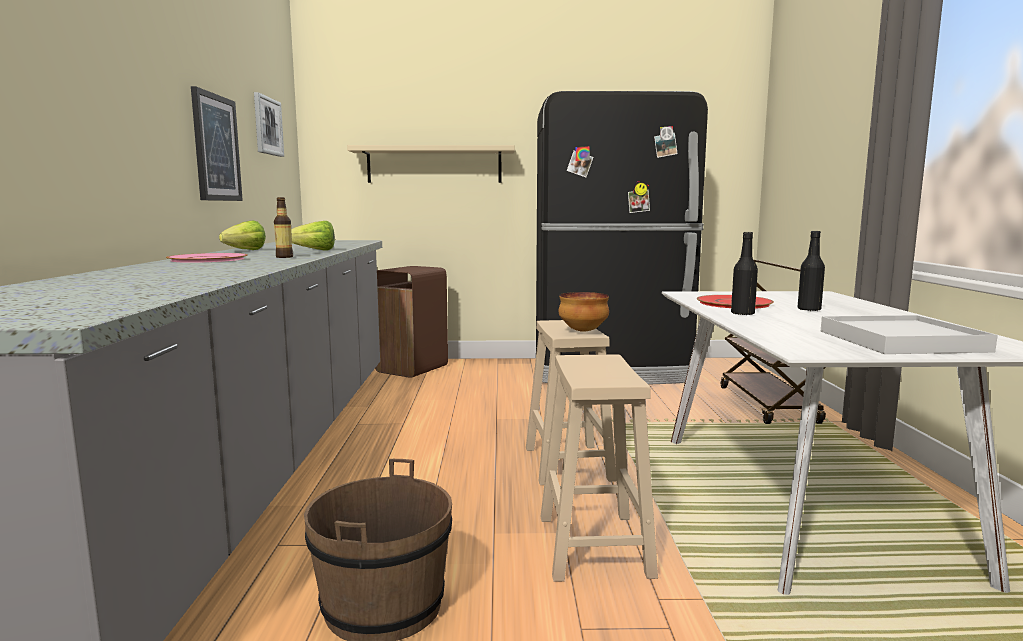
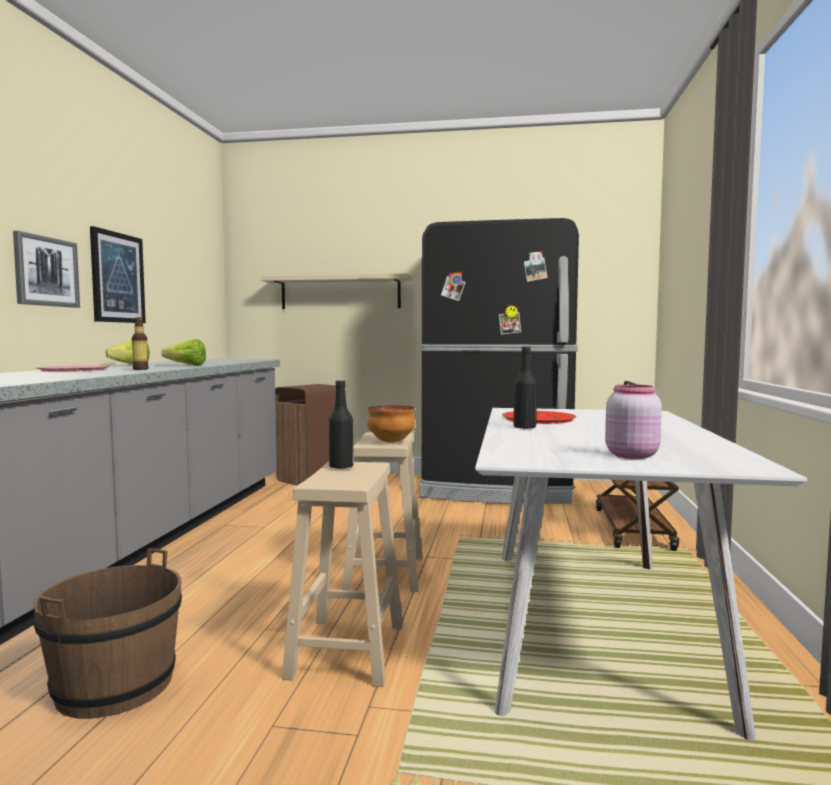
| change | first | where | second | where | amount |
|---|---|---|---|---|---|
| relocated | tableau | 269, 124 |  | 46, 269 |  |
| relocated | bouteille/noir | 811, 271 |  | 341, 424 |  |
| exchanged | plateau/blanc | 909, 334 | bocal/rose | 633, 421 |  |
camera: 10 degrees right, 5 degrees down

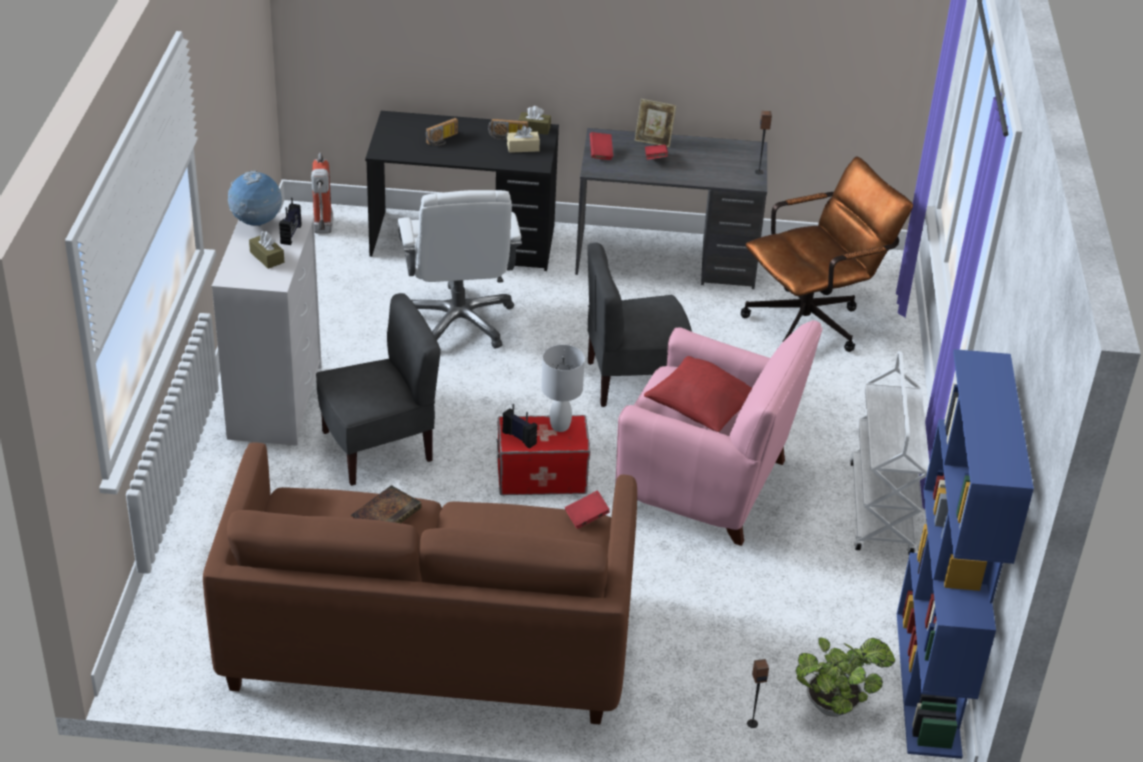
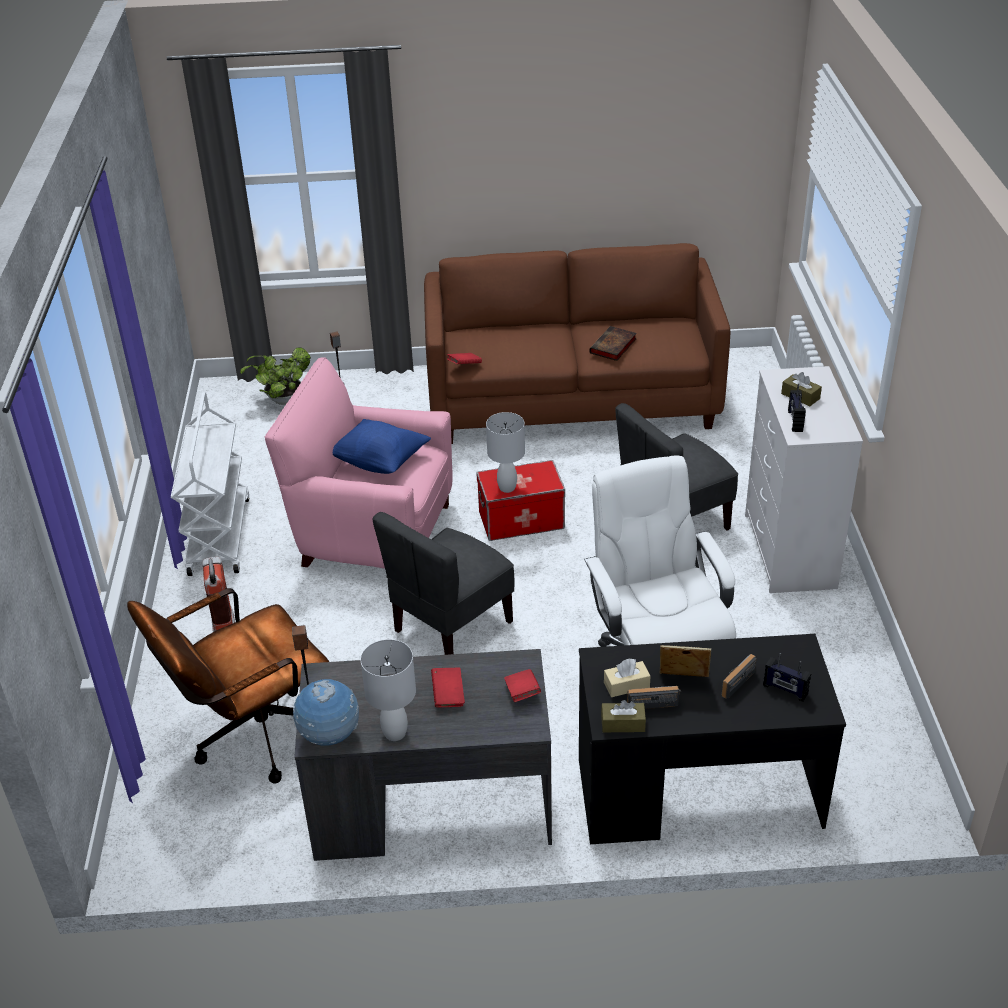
| change | first | where | second | where | amount |
|---|---|---|---|---|---|
| relocated | extincteur | 322, 193 |  | 218, 594 |  |
| relocated | globe | 255, 198 |  | 326, 712 |  |
| colour | coussin/rouge | 698, 394 | coussin/bleu | 382, 446 |  |
| appeared |  |  | lampe de table/blanc | 388, 690 |  |
| spun | chaise/gris | 639, 325 |  | 443, 583 | 150 degrees clockwise |
| relocated | cadre photo | 655, 123 |  | 685, 661 |  |
| relocated | radio | 519, 426 |  | 787, 677 |  |
| missing | bibliothèque/bleu | 965, 554 |  |  |  |
camera: 175 degrees right, 0 degrees up

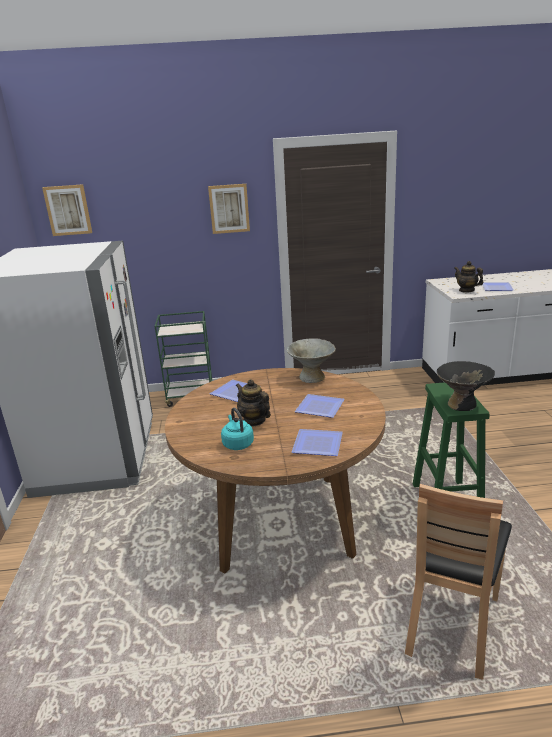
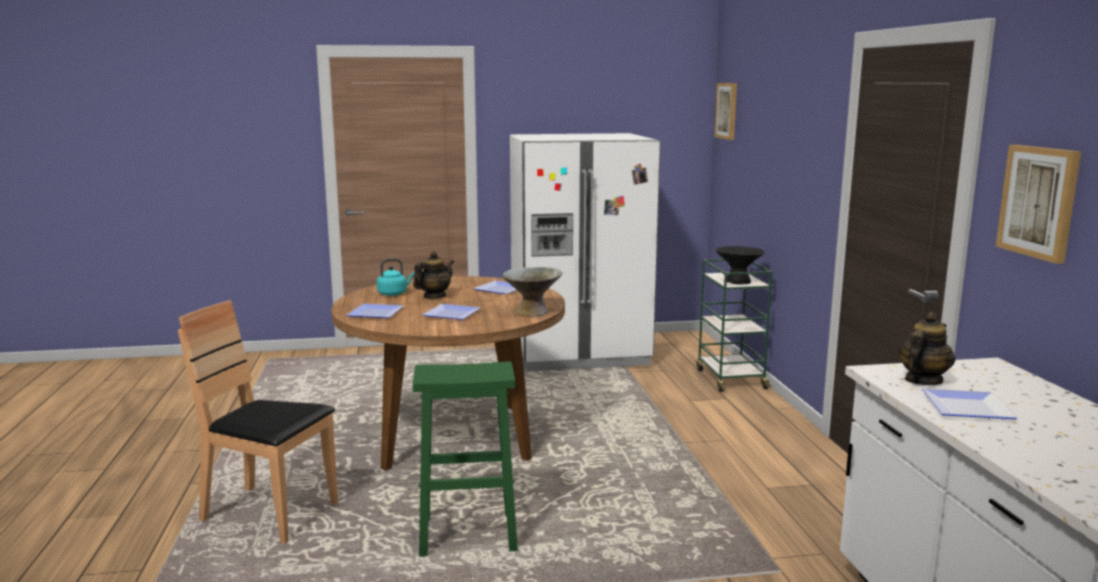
| change | first | where | second | where | amount |
|---|---|---|---|---|---|
| relocated | bol/noir | 466, 386 |  | 740, 265 |  |
| relocated | tableau | 229, 209 |  | 1038, 204 |  |
camera: 85 degrees right, 10 degrees down

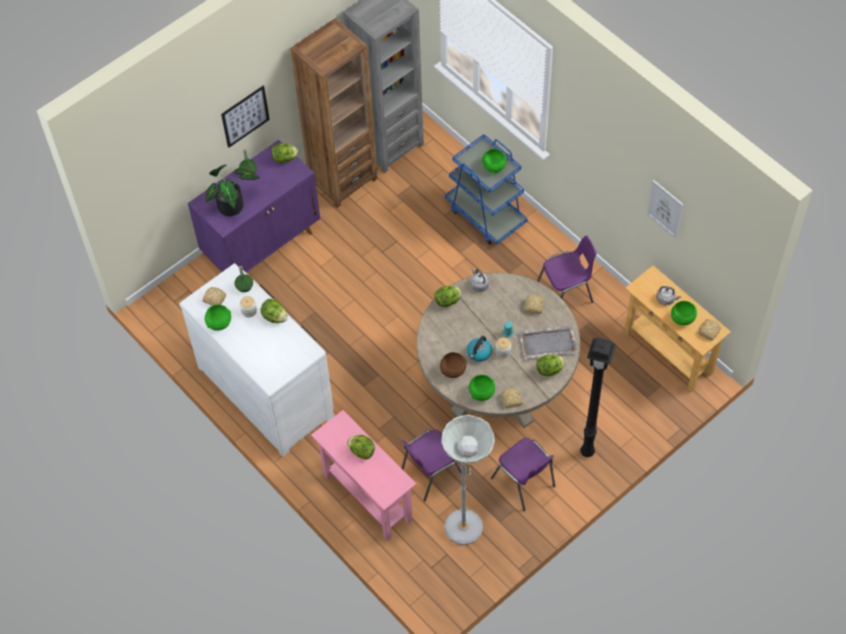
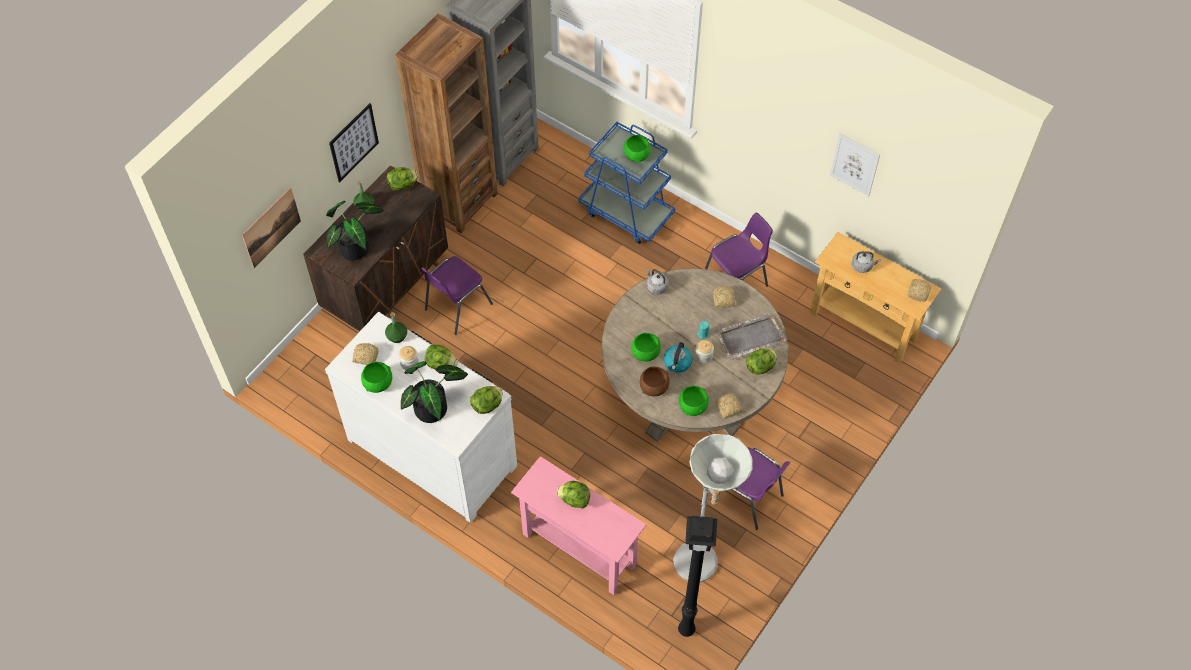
| change | first | where | second | where | amount |
|---|---|---|---|---|---|
| appeared |  |  | tableau | 271, 227 |  |
| colour | meuble de rangement/violet | 254, 206 | meuble de rangement/marron | 375, 248 |  |
| appeared |  |  | plante en pot | 434, 392 |  |
| relocated | chaise/violet | 431, 465 |  | 457, 295 |  |
| relocated | laitue | 447, 296 |  | 486, 400 |  |
| relocated | bol/vert | 684, 313 |  | 646, 347 |  |
| relocated | lampadaire/noir | 598, 397 |  | 697, 576 |  |
camera: 15 degrees left, 0 degrees up

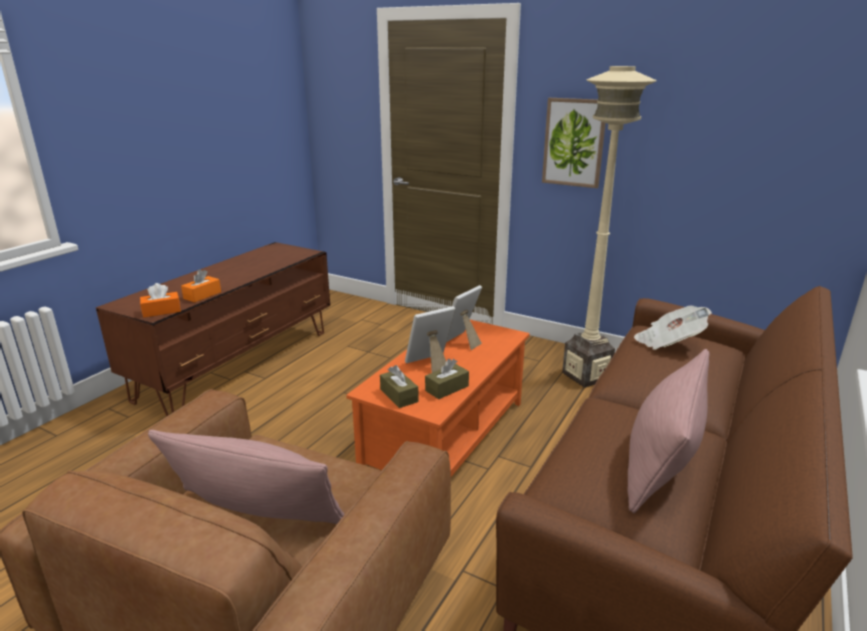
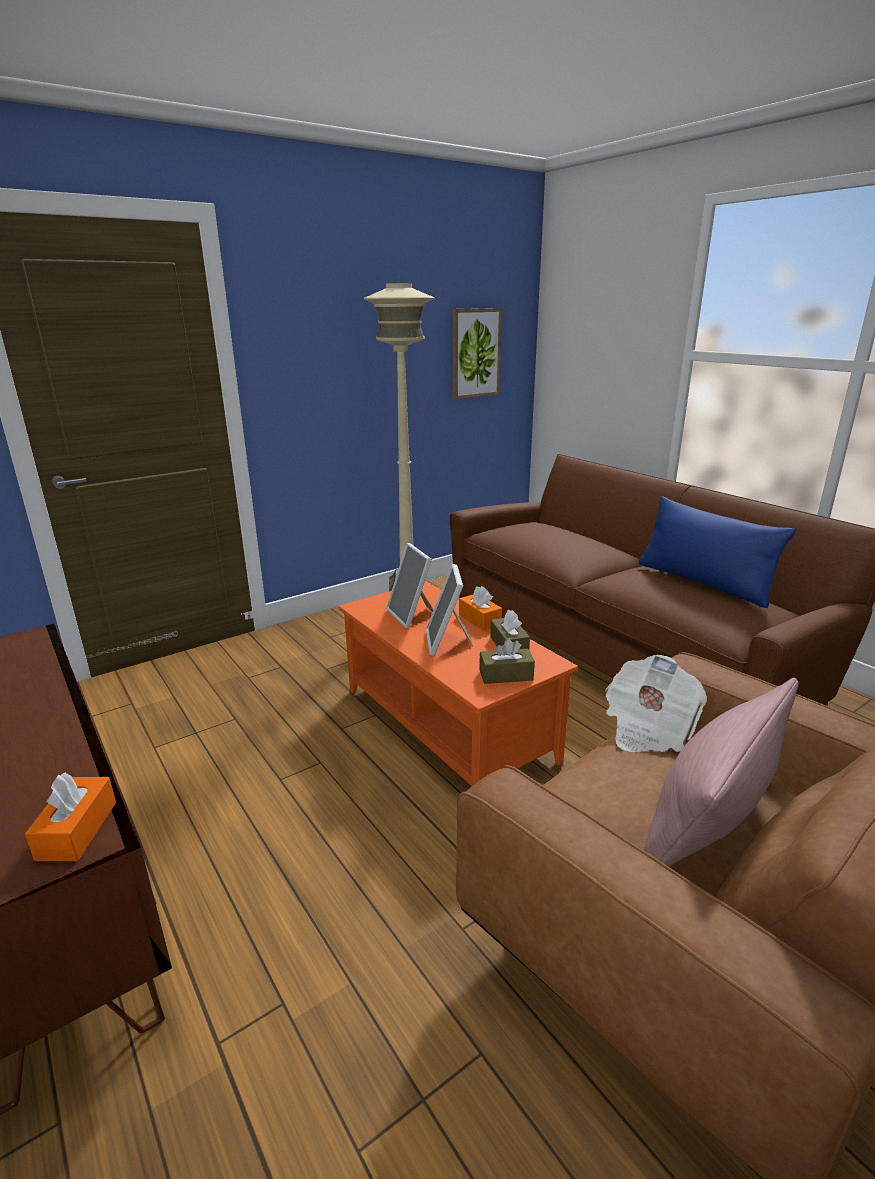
| change | first | where | second | where | amount |
|---|---|---|---|---|---|
| relocated | tableau | 574, 143 |  | 477, 353 |  |
| relocated | boîte à mouchoirs/orange | 201, 285 |  | 480, 608 |  |
| relocated | journal | 673, 327 |  | 656, 703 |  |
| colour | coussin/rose | 668, 431 | coussin/bleu | 717, 552 |  |
camera: 65 degrees left, 0 degrees up

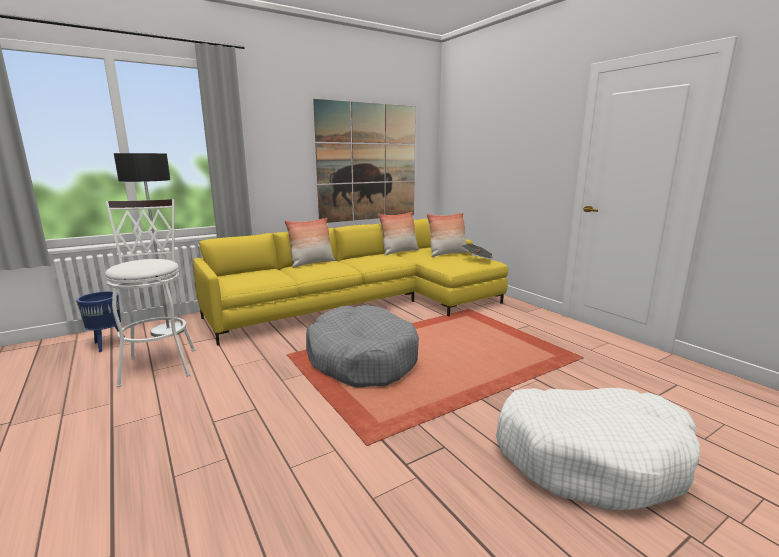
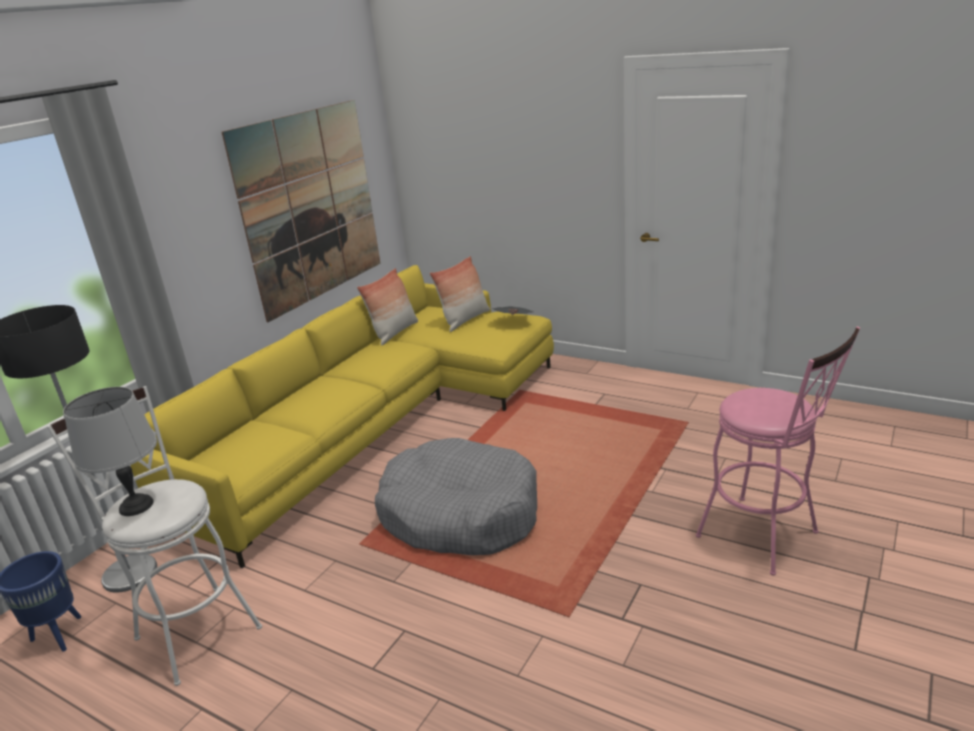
| change | first | where | second | where | amount |
|---|---|---|---|---|---|
| appeared |  |  | lampe de table/gris | 110, 451 |  |
| exchanged | panier pour chien/blanc | 598, 449 | tabouret/rose | 778, 450 |  |
| missing | coussin | 310, 243 |  |  |  |
camera: 25 degrees left, 10 degrees up

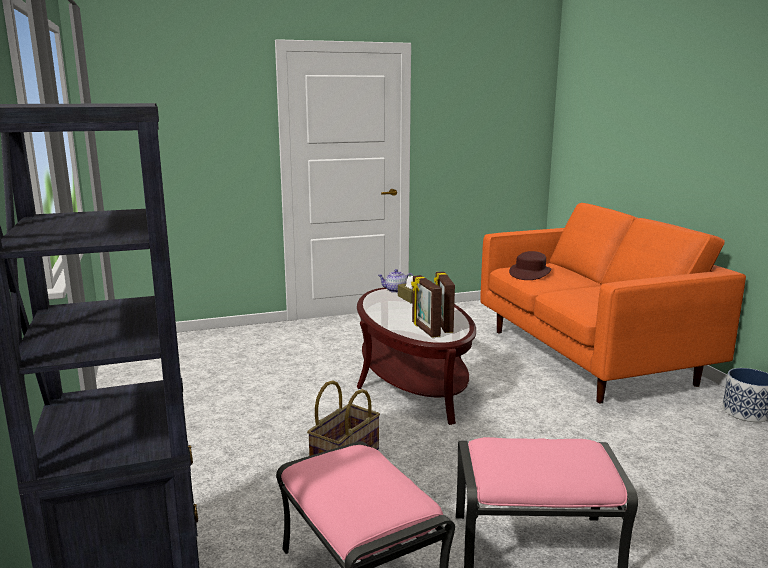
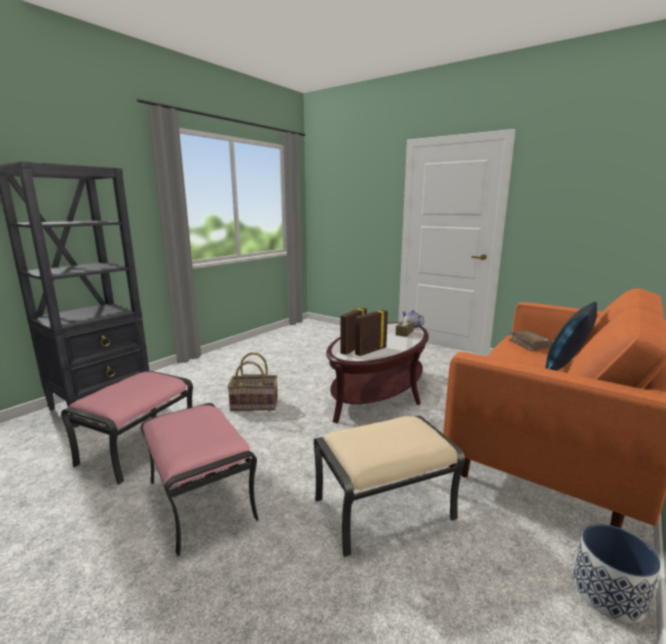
| change | first | where | second | where | amount |
|---|---|---|---|---|---|
| appeared |  |  | pouf/beige | 389, 486 |  |
| exchanged | chapeau/marron | 530, 265 | livre/marron | 530, 341 |  |
| appeared |  |  | coussin/bleu | 571, 336 |  |
camera: 55 degrees right, 0 degrees up

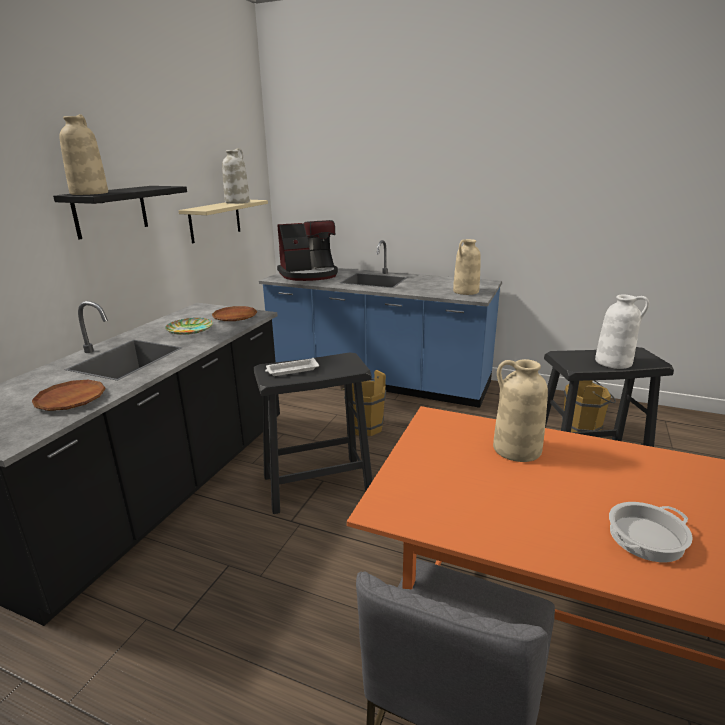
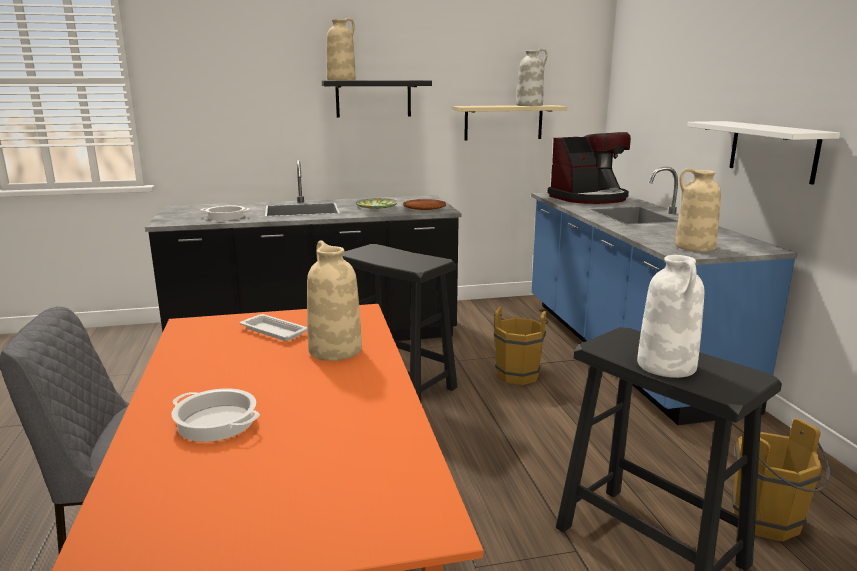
| change | first | where | second | where | amount |
|---|---|---|---|---|---|
| exchanged | assiette/marron | 69, 395 | marmite | 225, 213 |  |
| relocated | plateau/blanc | 292, 367 |  | 274, 327 |  |
| spun | machine à café | 307, 250 |  | 589, 168 | 60 degrees counterclockwise |
| appeared |  |  | étagère/blanc | 763, 153 |  |
camera: 55 degrees right, 5 degrees down

